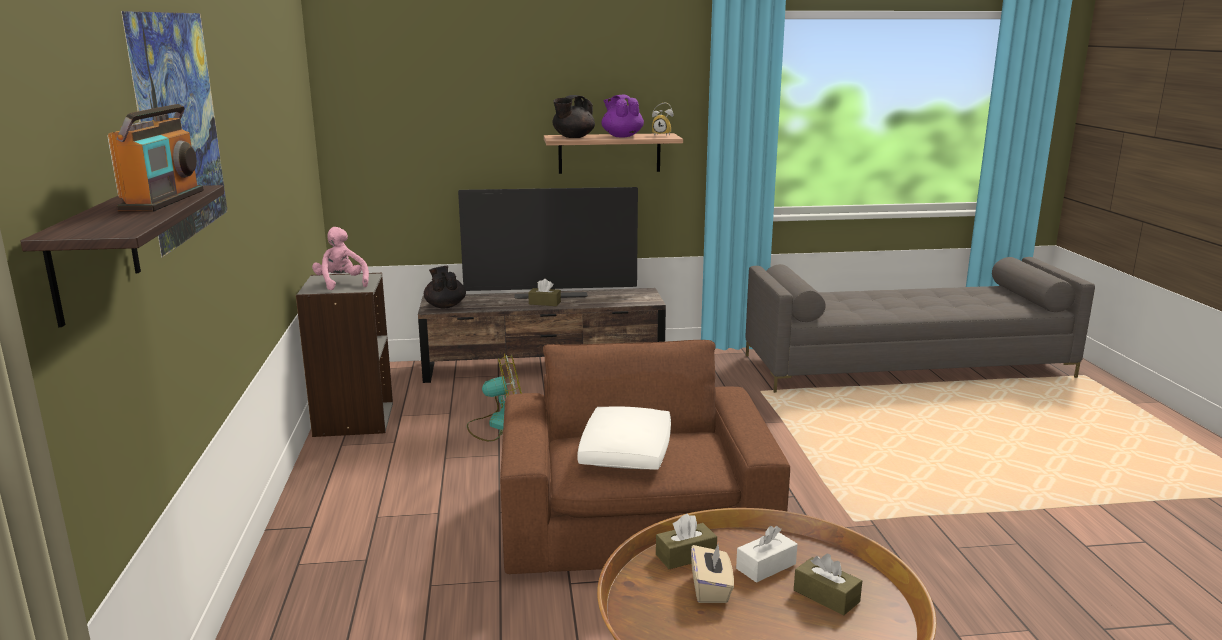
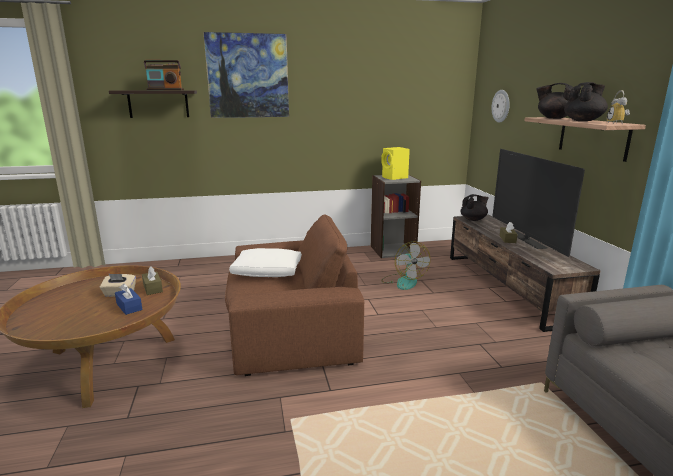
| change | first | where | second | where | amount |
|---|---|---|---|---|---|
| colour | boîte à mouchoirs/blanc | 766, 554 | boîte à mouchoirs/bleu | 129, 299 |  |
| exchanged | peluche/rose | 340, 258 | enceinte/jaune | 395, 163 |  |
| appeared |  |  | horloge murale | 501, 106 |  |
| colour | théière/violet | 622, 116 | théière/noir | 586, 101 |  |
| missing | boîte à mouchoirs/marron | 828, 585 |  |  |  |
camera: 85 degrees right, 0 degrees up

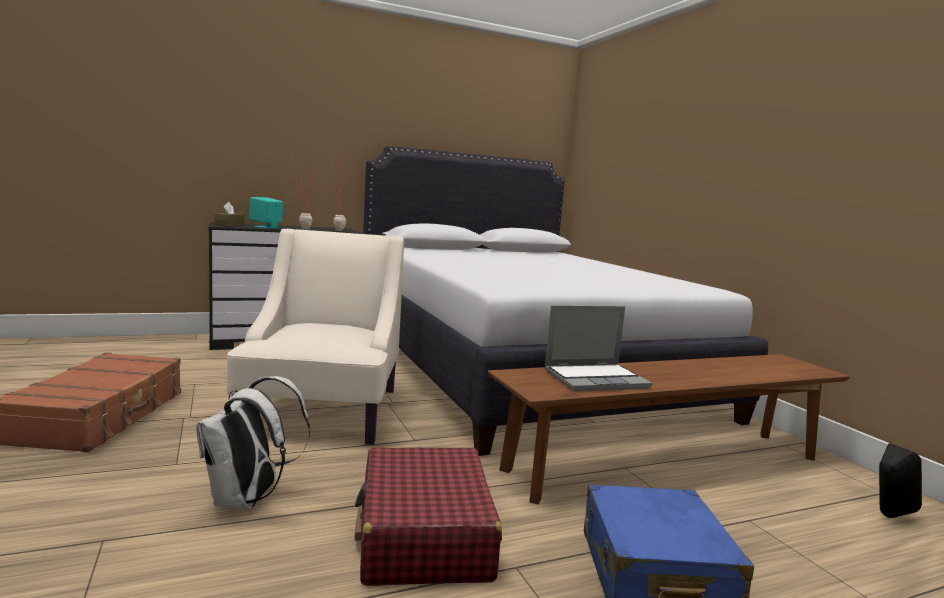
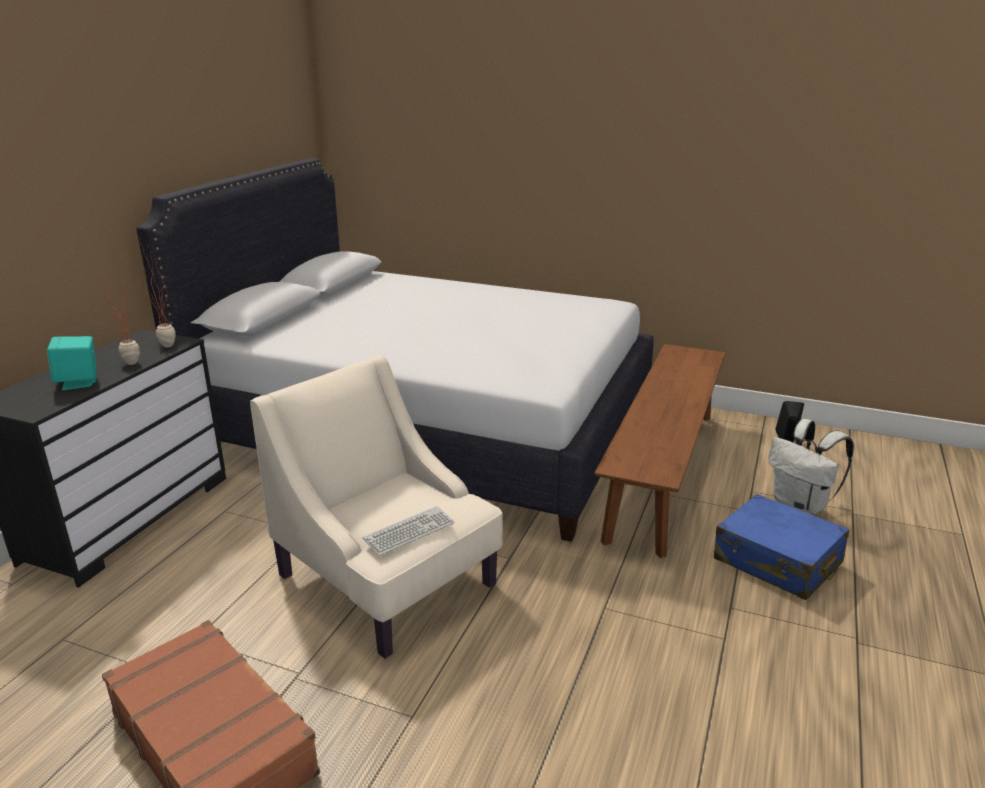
| change | first | where | second | where | amount |
|---|---|---|---|---|---|
| appeared |  |  | clavier | 408, 531 |  |
| relocated | sac à dos/blanc | 253, 443 |  | 811, 467 |  |
| missing | boîte à mouchoirs/marron | 230, 214 |  |  |  |
| missing | valise/rouge | 428, 516 |  |  |  |
| missing | ordinateur portable | 598, 349 |  |  |  |
camera: 45 degrees left, 15 degrees up

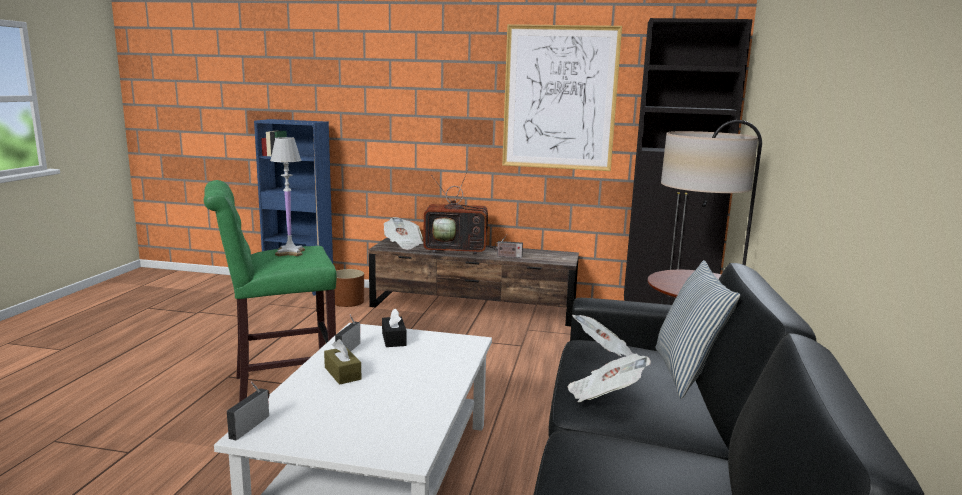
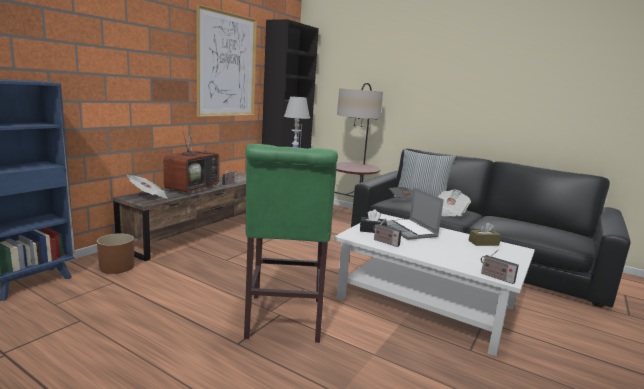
| change | first | where | second | where | amount |
|---|---|---|---|---|---|
| appeared |  |  | ordinateur portable | 415, 213 |  |
| relocated | boîte à mouchoirs/marron | 342, 362 |  | 484, 234 |  |
camera: 70 degrees left, 0 degrees up

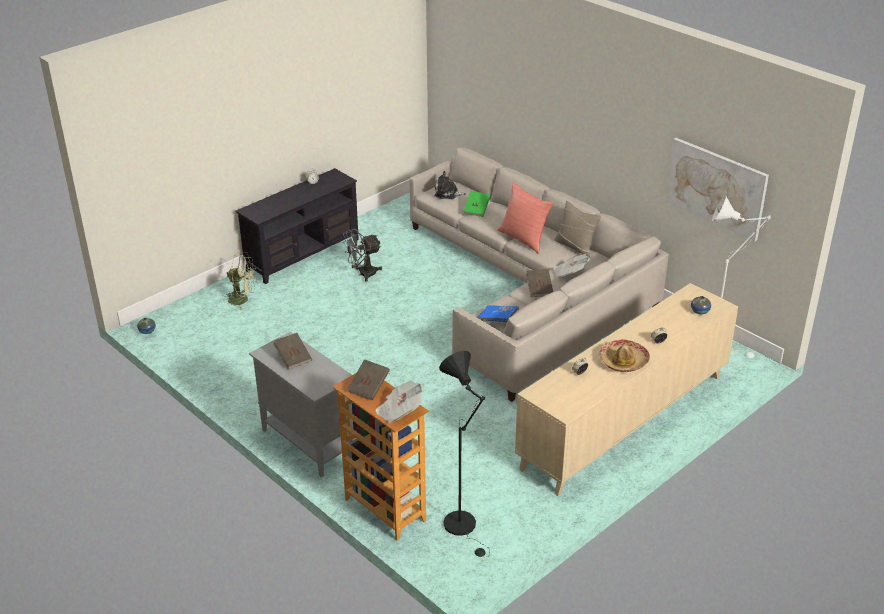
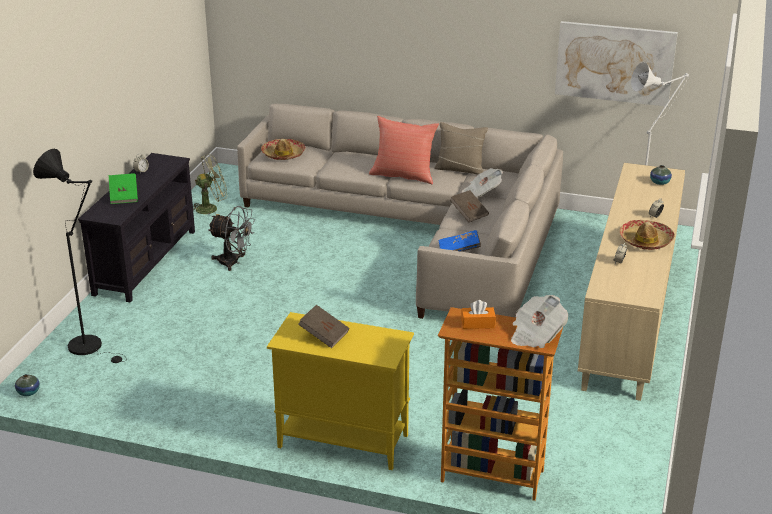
| change | first | where | second | where | amount |
|---|---|---|---|---|---|
| relocated | lampadaire/noir | 464, 454 |  | 80, 256 |  |
| relocated | livre/vert | 477, 204 |  | 123, 188 |  |
| relocated | ventilateur/vert | 240, 281 |  | 210, 184 |  |
| spun | ventilateur/gris | 362, 255 |  | 231, 238 | 105 degrees counterclockwise |
| exchanged | peluche | 450, 185 | chapeau | 283, 149 |  |
| colour | meuble de rangement/gris | 302, 404 | meuble de rangement/jaune | 340, 391 |  |
| exchanged | livre/marron | 368, 379 | boîte à mouchoirs/orange | 478, 314 |  |
camera: 30 degrees left, 5 degrees down

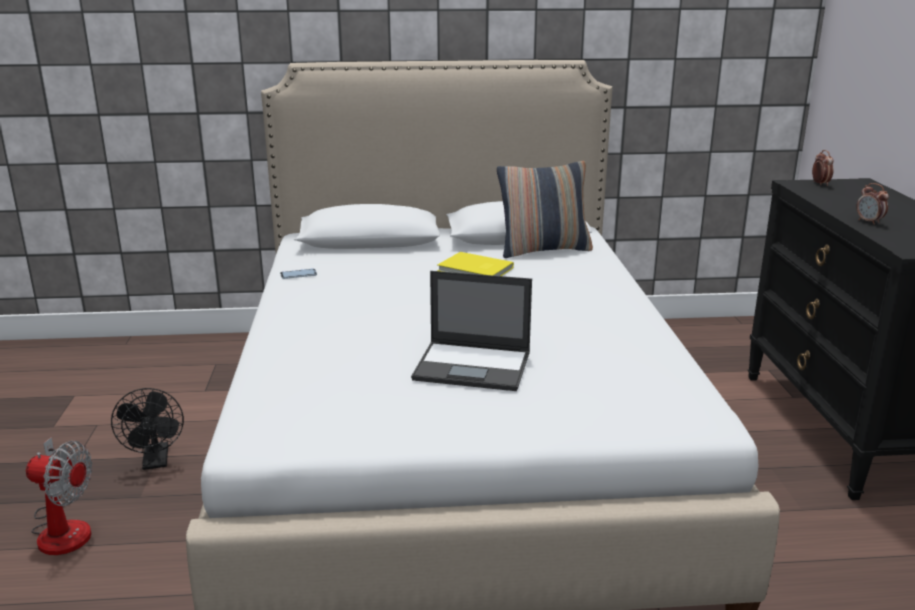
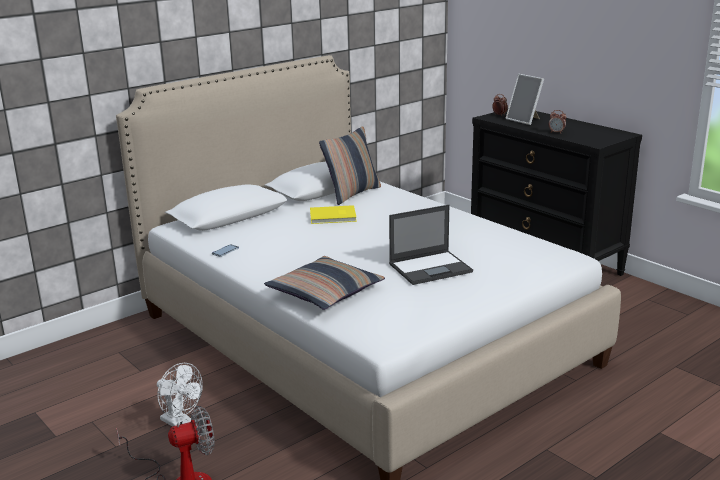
| change | first | where | second | where | amount |
|---|---|---|---|---|---|
| colour | ventilateur/noir | 147, 429 | ventilateur/blanc | 180, 395 |  |
| appeared |  |  | coussin | 324, 283 |  |
| appeared |  |  | cadre photo | 525, 99 |  |
camera: 35 degrees left, 0 degrees up

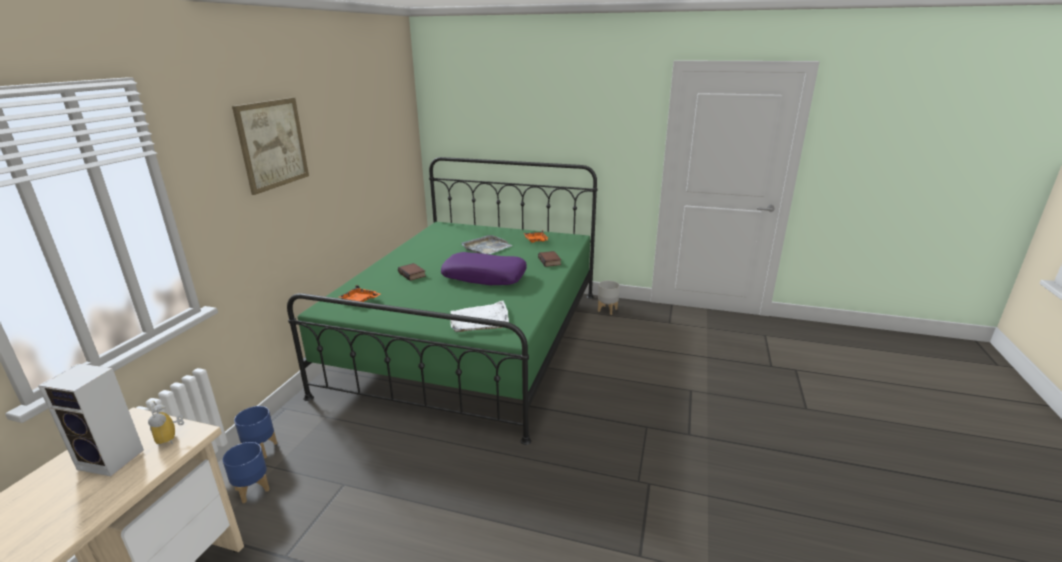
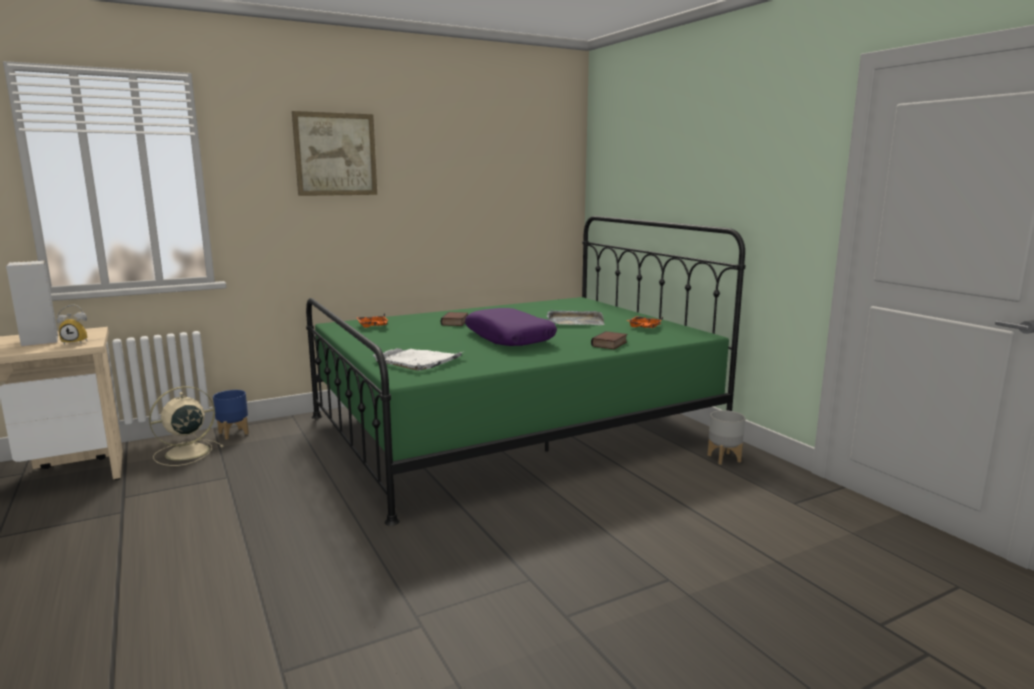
| change | first | where | second | where | amount |
|---|---|---|---|---|---|
| spun | réveil | 166, 423 |  | 72, 324 | 120 degrees counterclockwise |
| exchanged | cache-pot/bleu | 246, 472 | ventilateur/beige | 186, 426 |  |
camera: 45 degrees right, 10 degrees down

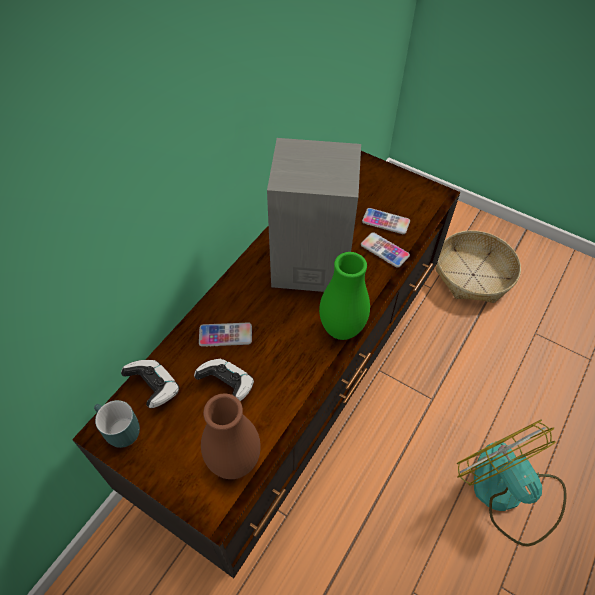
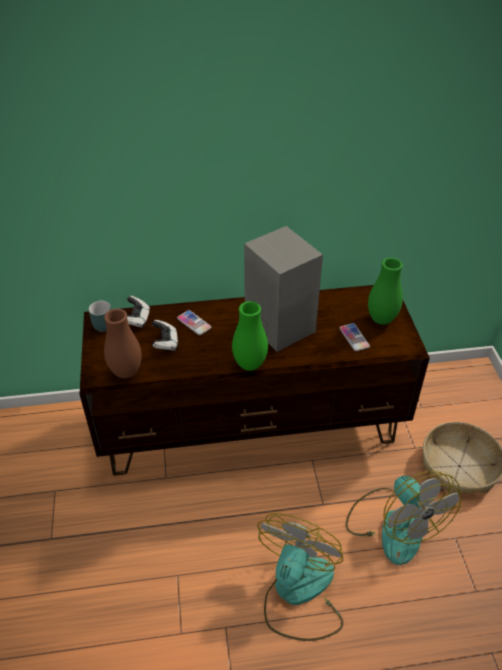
| change | first | where | second | where | amount |
|---|---|---|---|---|---|
| appeared |  |  | ventilateur | 404, 518 |  |
| appeared |  |  | vase/vert | 385, 291 |  |
| missing | téléphone | 385, 250 |  |  |  |
camera: 50 degrees right, 10 degrees down

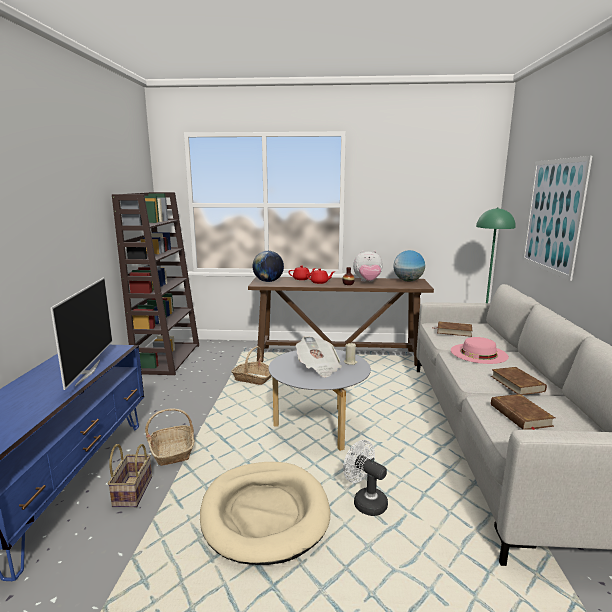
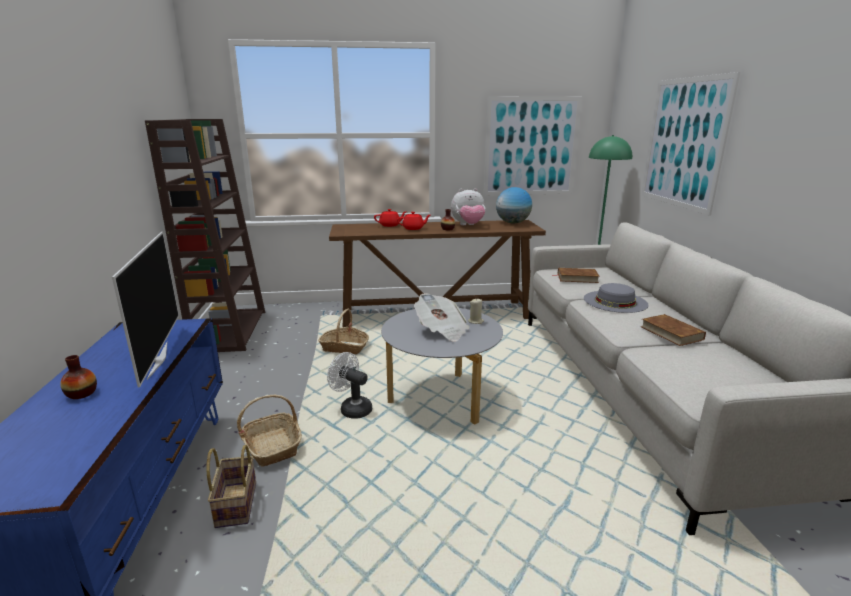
| change | first | where | second | where | amount |
|---|---|---|---|---|---|
| appeared |  |  | vase | 78, 377 |  |
| relocated | ventilateur/blanc | 365, 478 |  | 349, 385 |  |
| appeared |  |  | tableau | 533, 146 |  |
| colour | chapeau/rose | 480, 350 | chapeau/gris | 616, 298 |  |
| missing | panier pour chien/beige | 265, 513 |  |  |  |
| missing | globe | 268, 266 |  |  |  |
| missing | livre/marron | 523, 412 |  |  |  |
camera: 10 degrees left, 5 degrees up

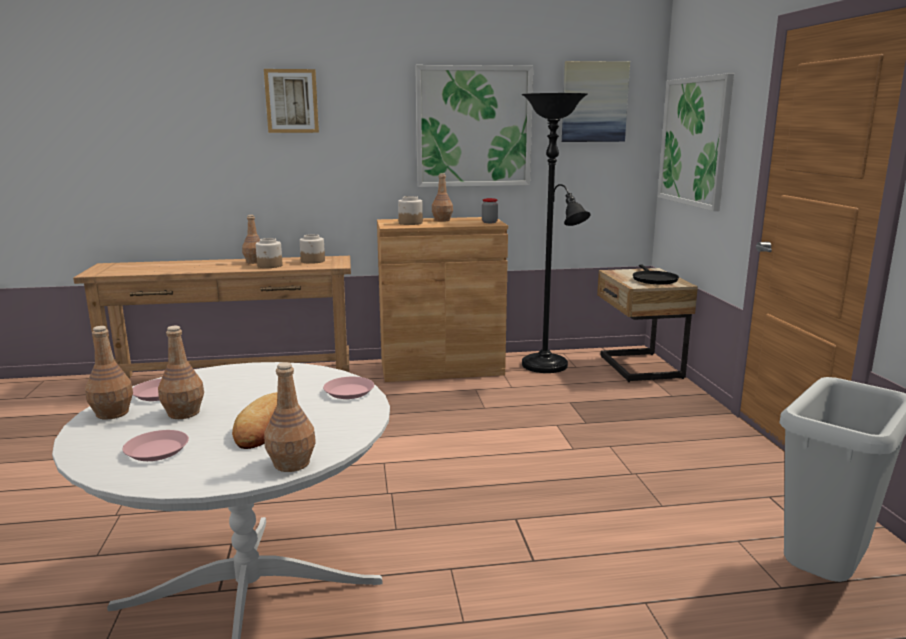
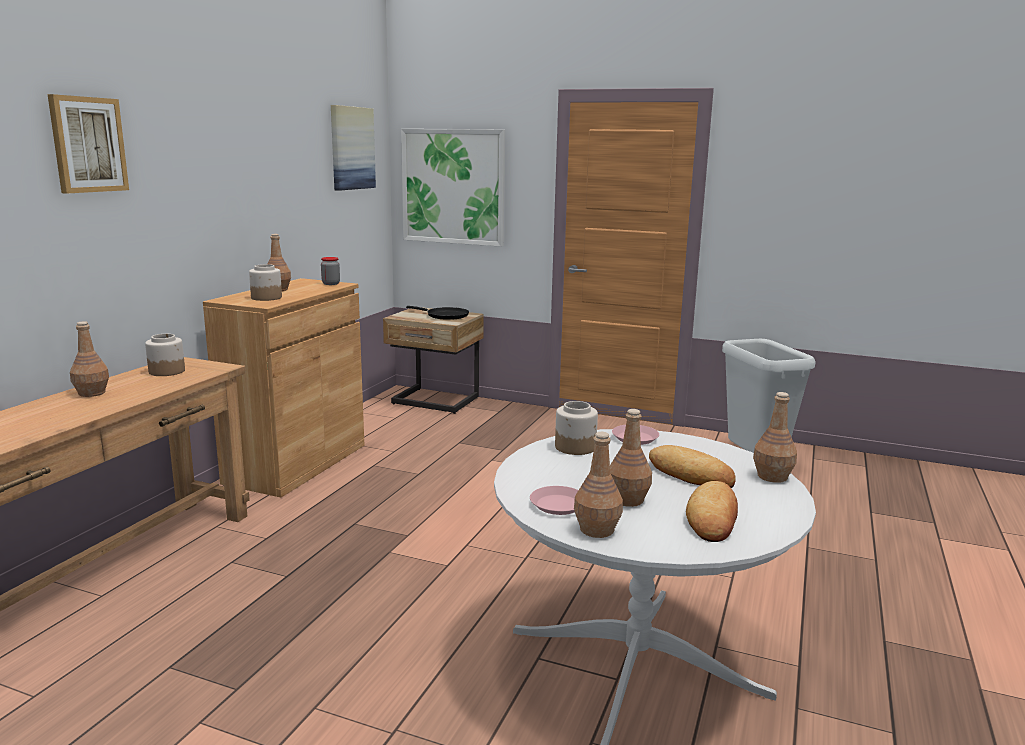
| change | first | where | second | where | amount |
|---|---|---|---|---|---|
| relocated | bocal | 269, 253 |  | 576, 428 |  |
| exchanged | assiette/rose | 155, 445 | pain | 712, 511 |  |
| missing | tableau | 474, 126 |  |  |  |
| missing | lampadaire/noir | 556, 233 |  |  |  |
camera: 60 degrees left, 0 degrees up

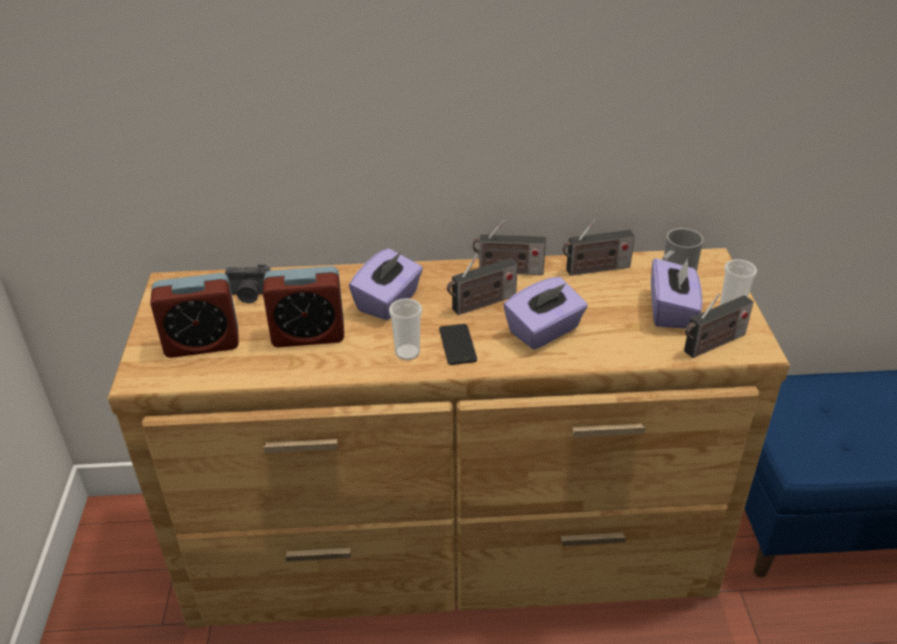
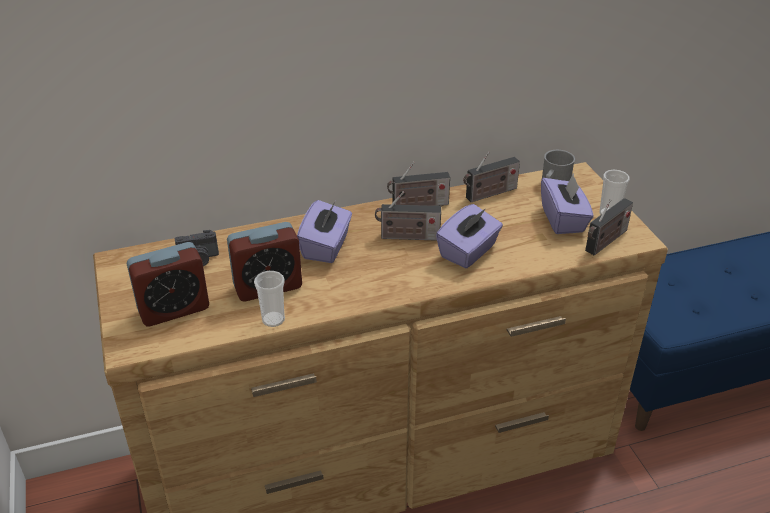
| change | first | where | second | where | amount |
|---|---|---|---|---|---|
| relocated | tasse | 405, 329 |  | 269, 299 |  |
| spun | radio | 482, 284 |  | 408, 216 | 45 degrees clockwise |
| missing | téléphone | 458, 344 |  |  |  |
camera: 15 degrees left, 0 degrees up

